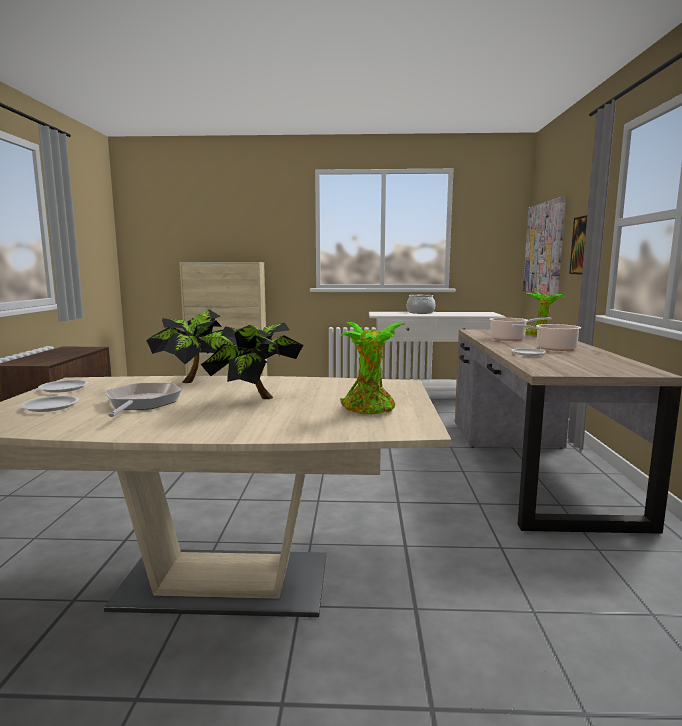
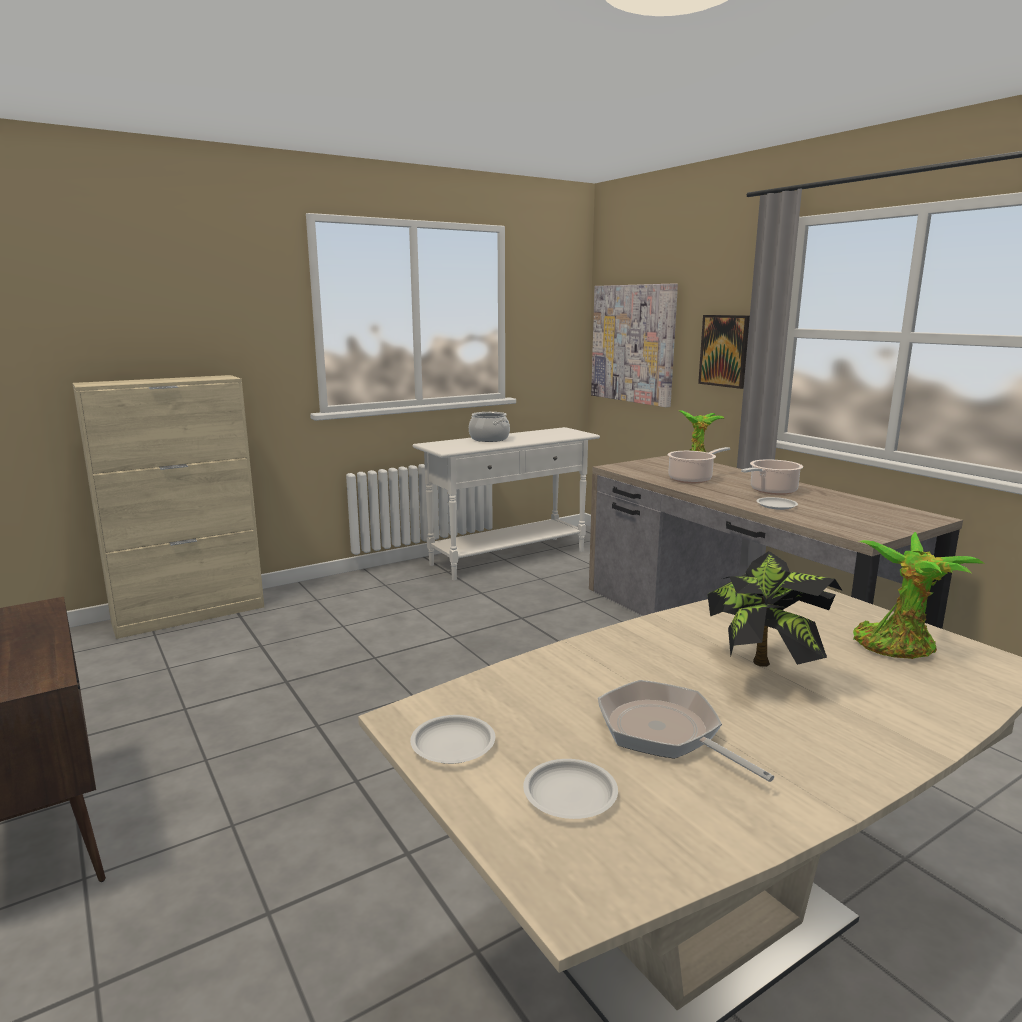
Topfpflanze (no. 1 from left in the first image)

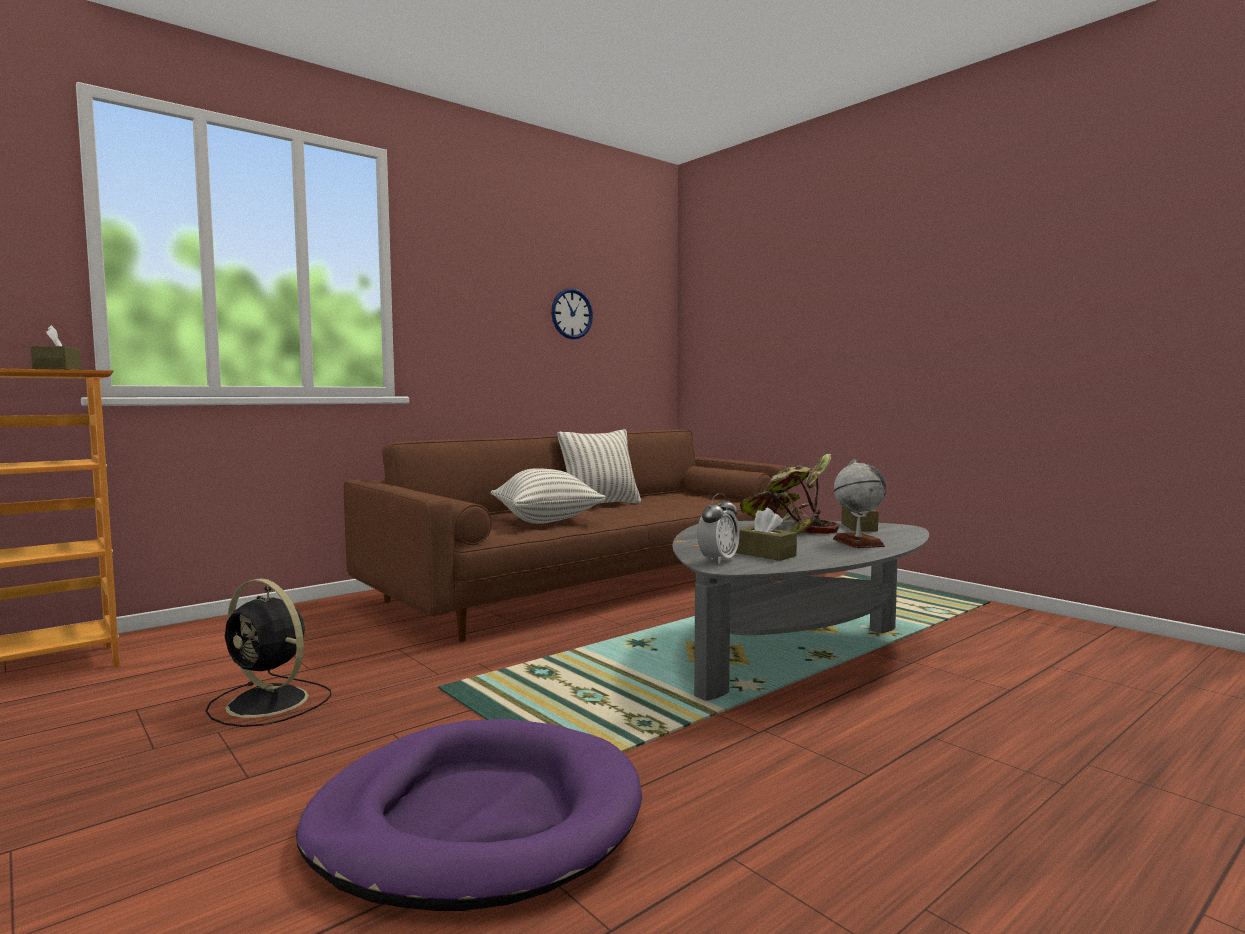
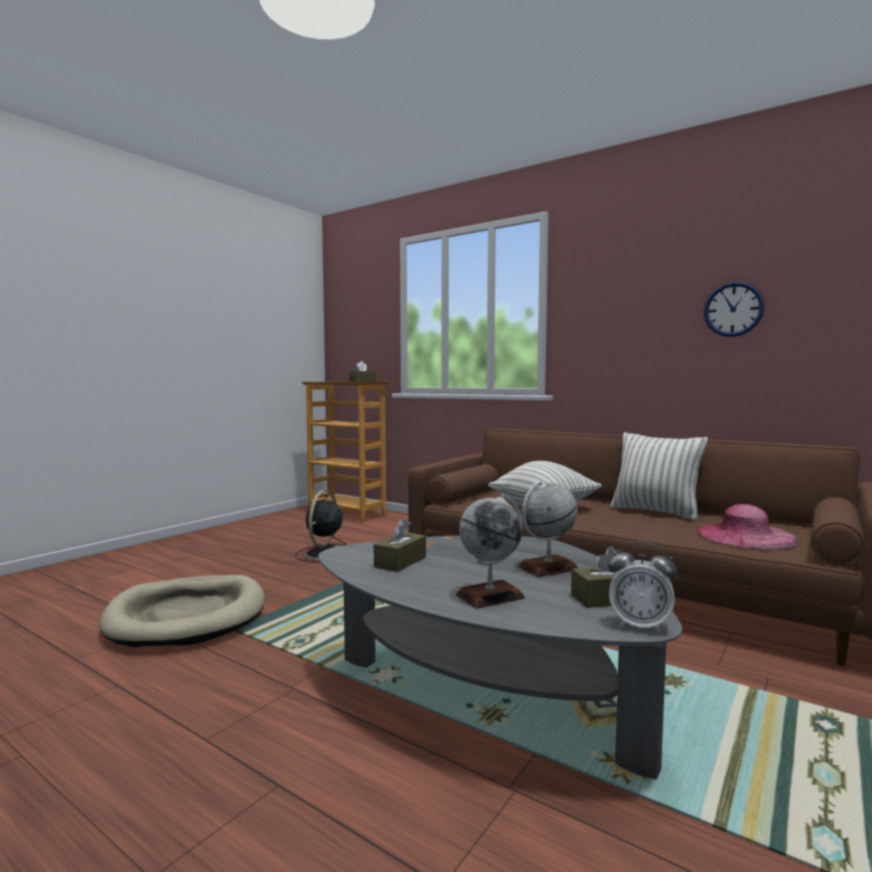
Globus (no. 2 from left)
Wecker
Hundebett [beige]
Hut [rosa]

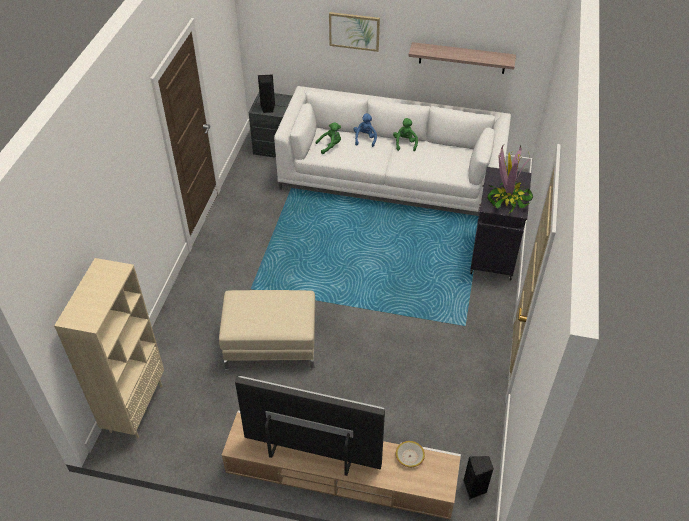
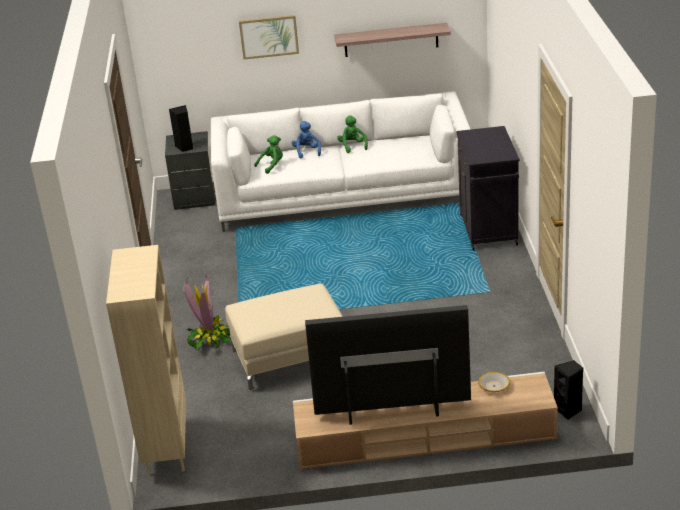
Topfpflanze

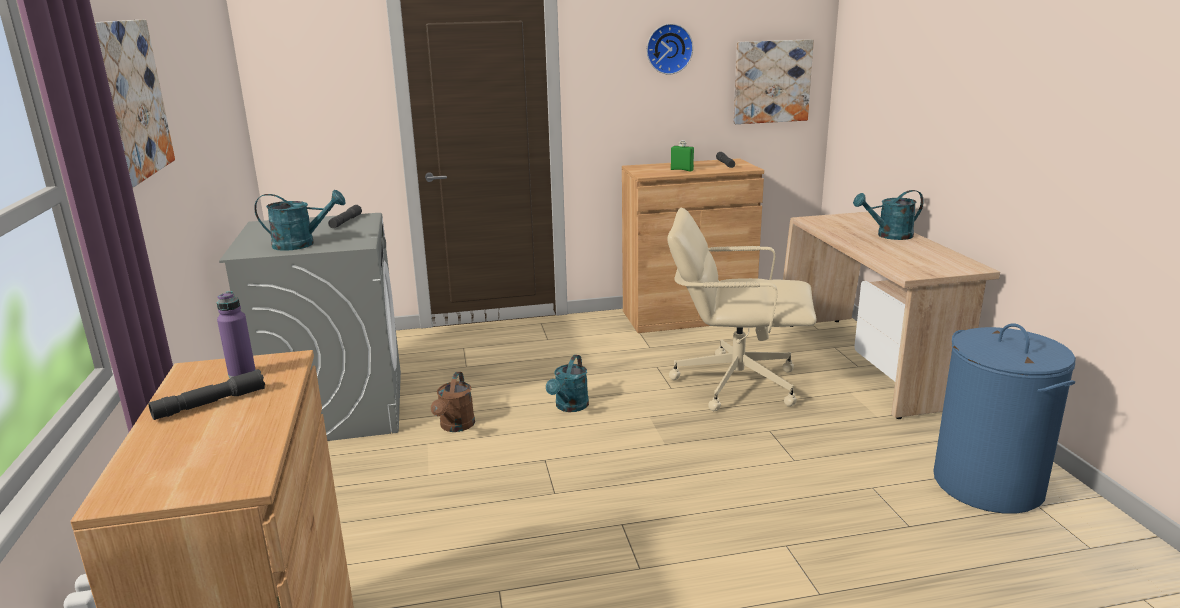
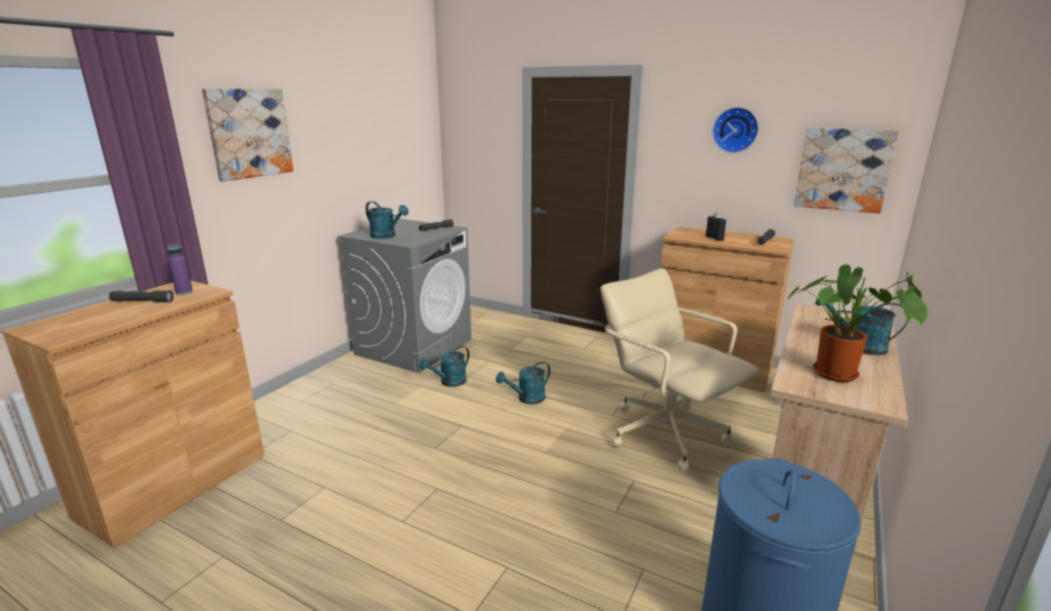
Flasche [schwarz]
Gießkanne [türkis] (no. 2 from left)
Topfpflanze

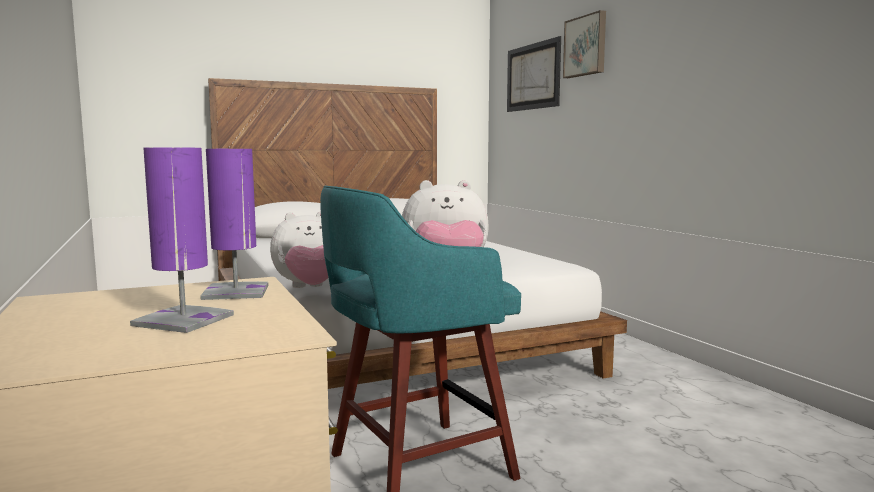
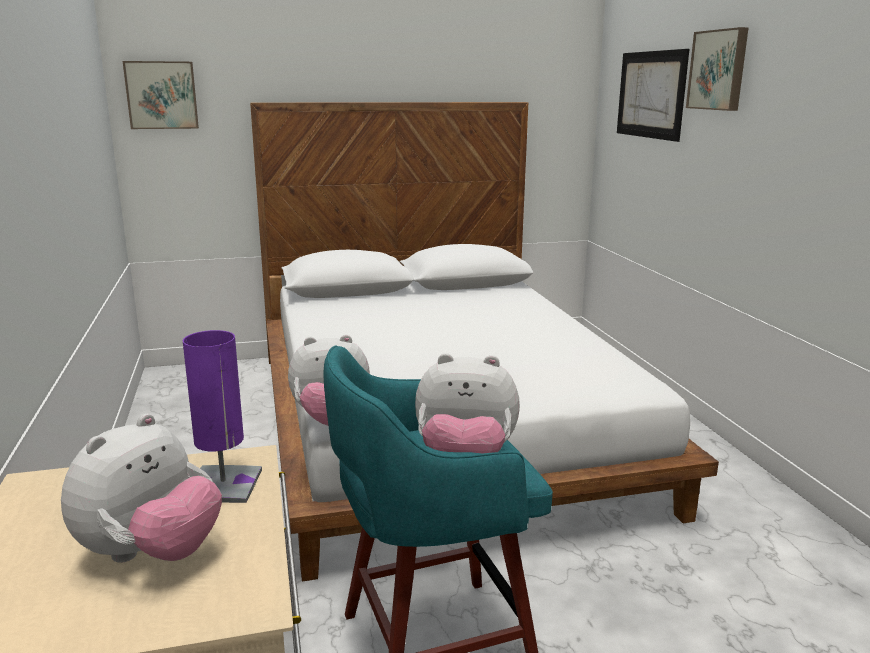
Plüschtier (no. 1 from left)
Bild (no. 1 from left)

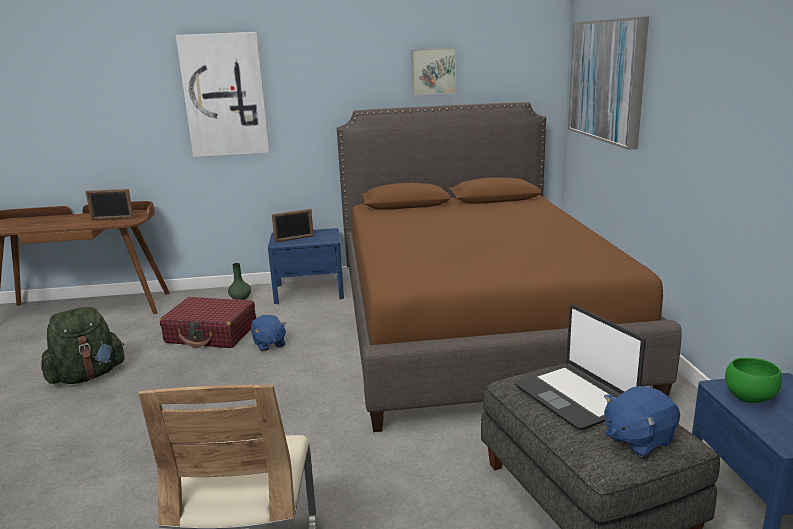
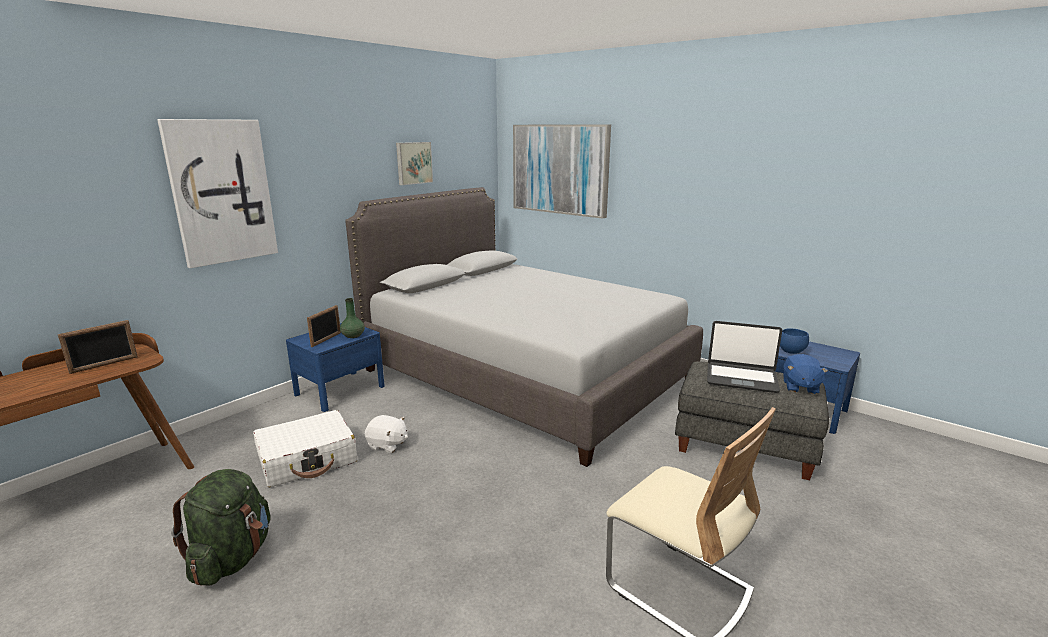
Bett [grau]
Vase [grün]
Koffer [weiß]
Plüschtier [weiß]
Schüssel [blau]

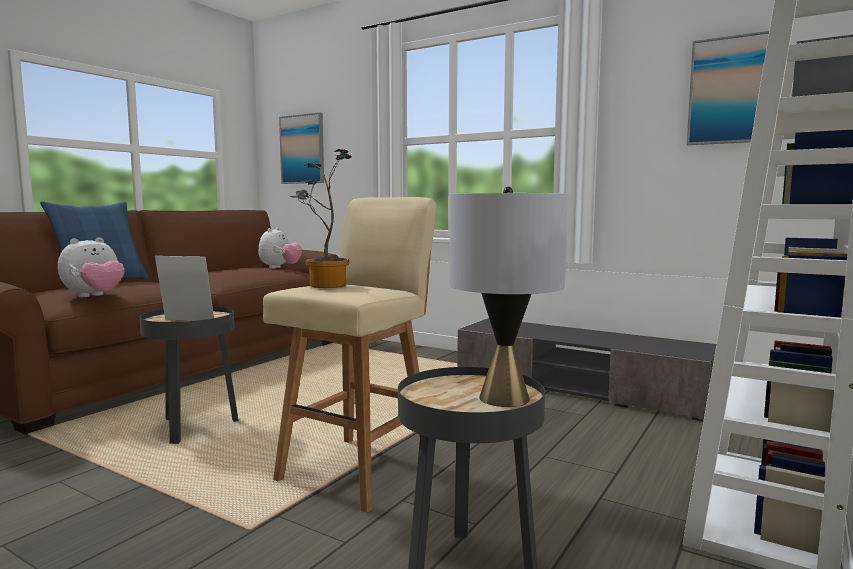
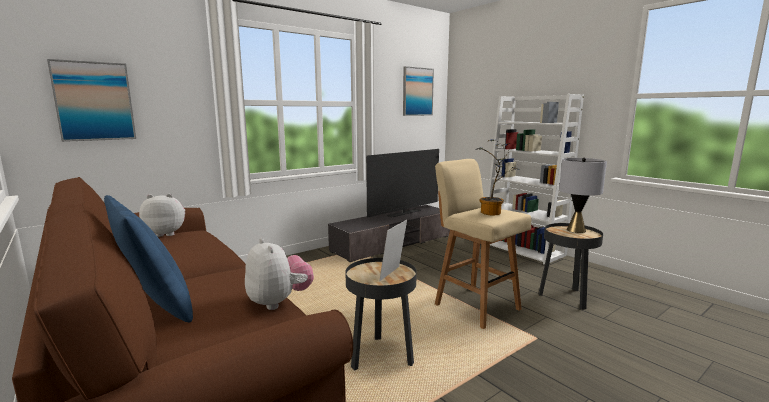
Plüschtier (no. 1 from left)
Fernseher

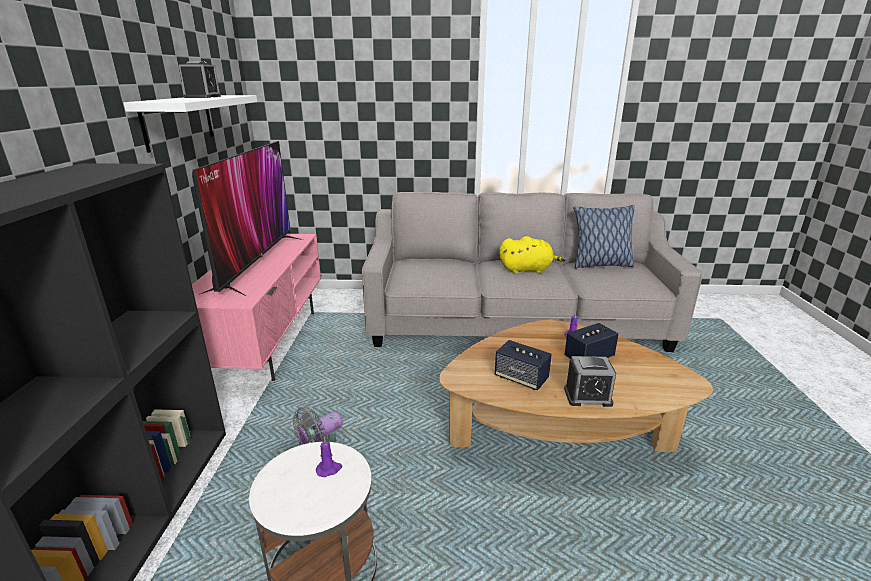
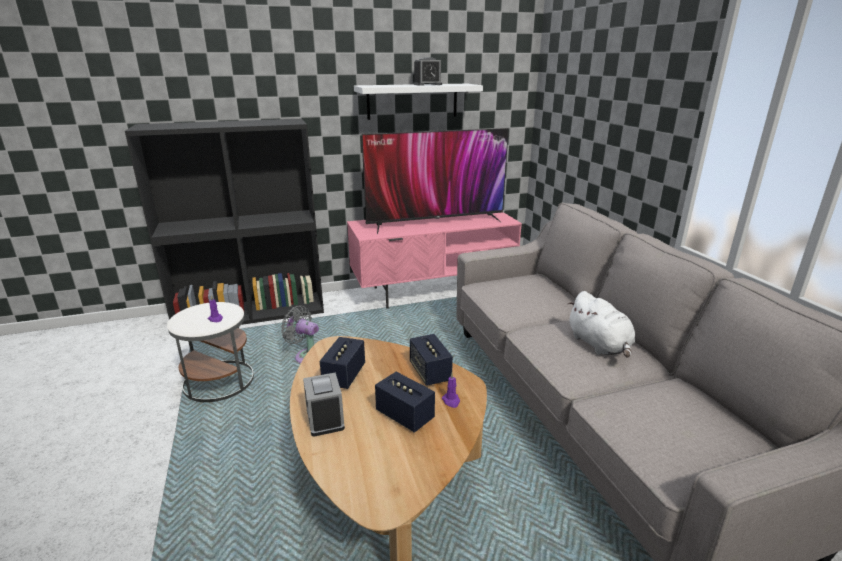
Kissen
Plüschtier [weiß]
Lautsprecher (no. 3 from left)

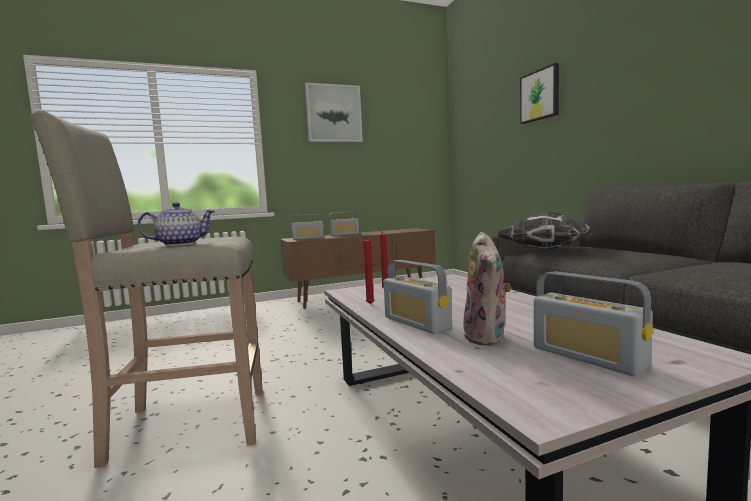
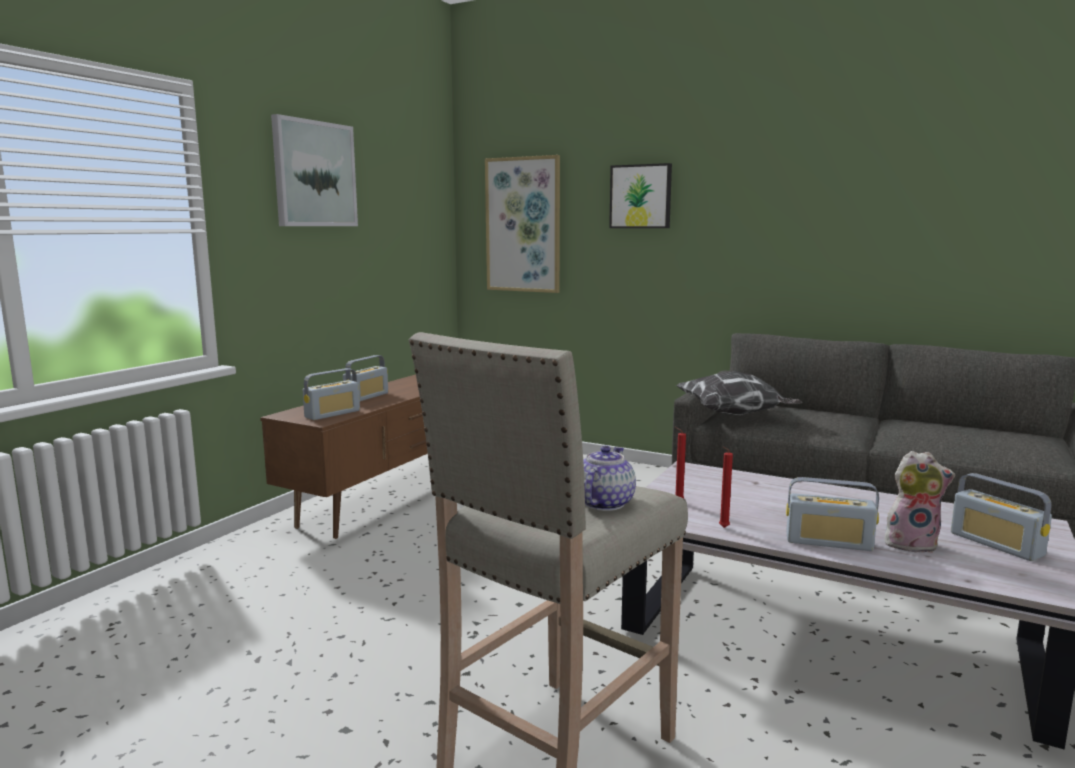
Plüschtier
Radio (no. 4 from left)
Bild (no. 2 from left)

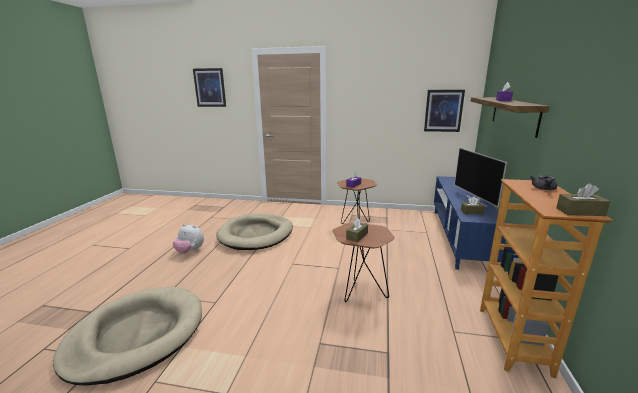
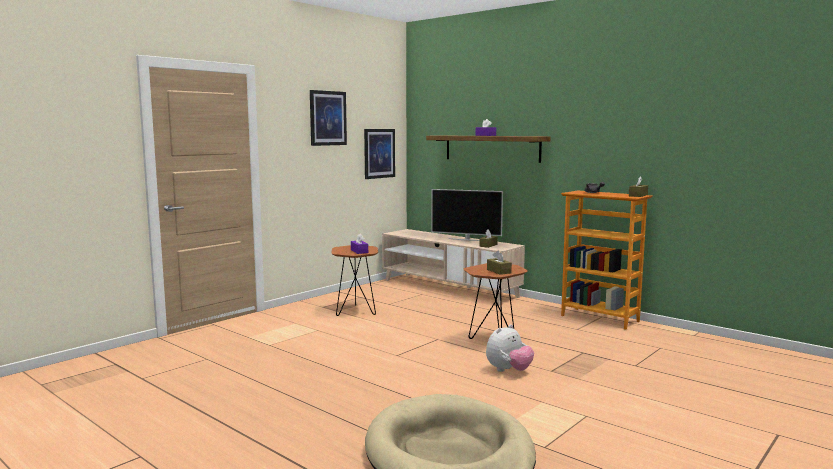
Bild (no. 1 from left)
Fernsehschrank [beige]
Hundebett [beige] (no. 2 from left in the first image)
Plüschtier

